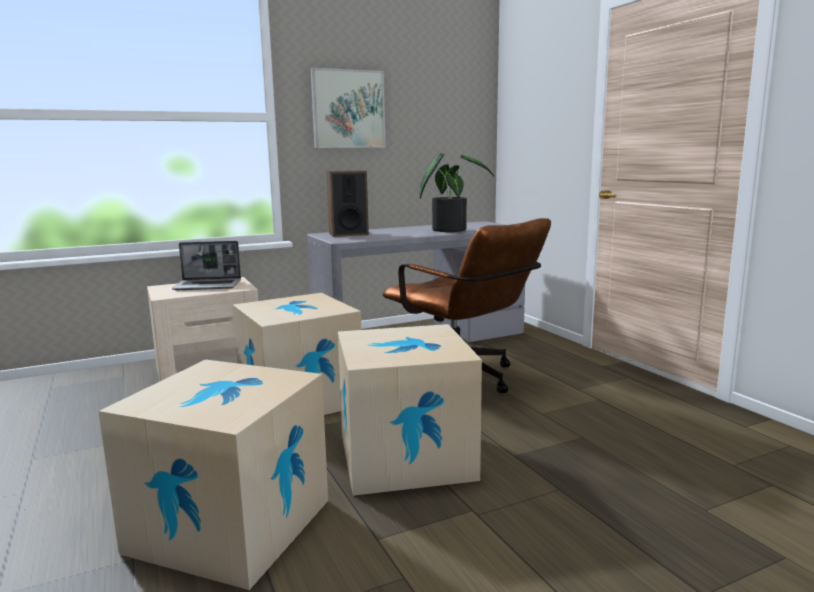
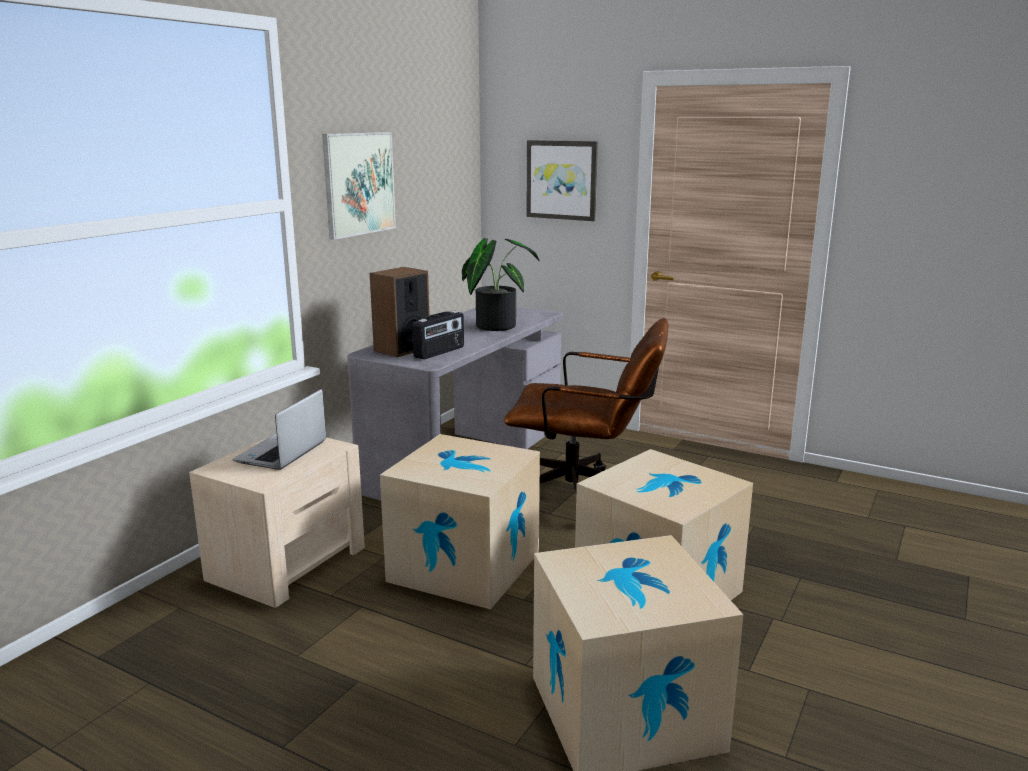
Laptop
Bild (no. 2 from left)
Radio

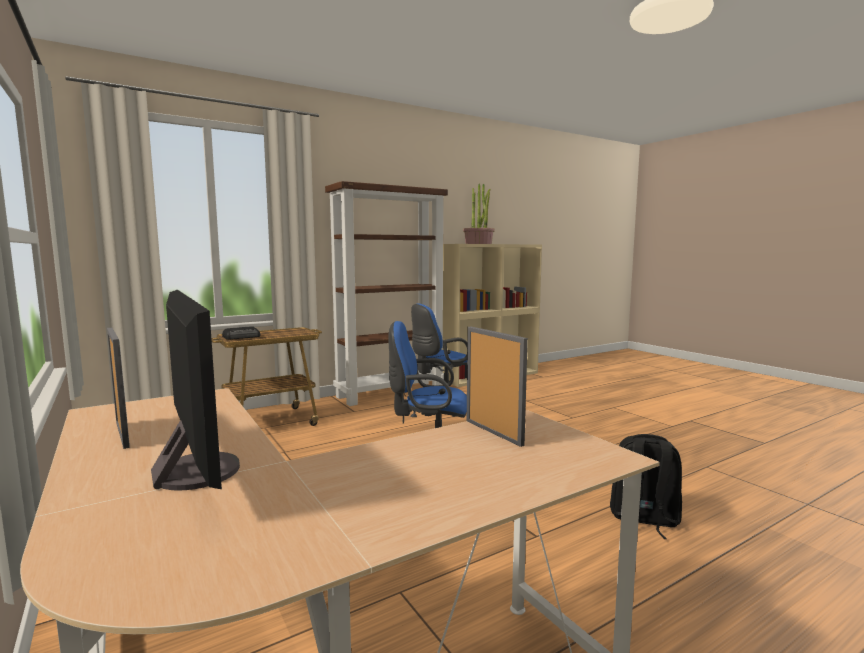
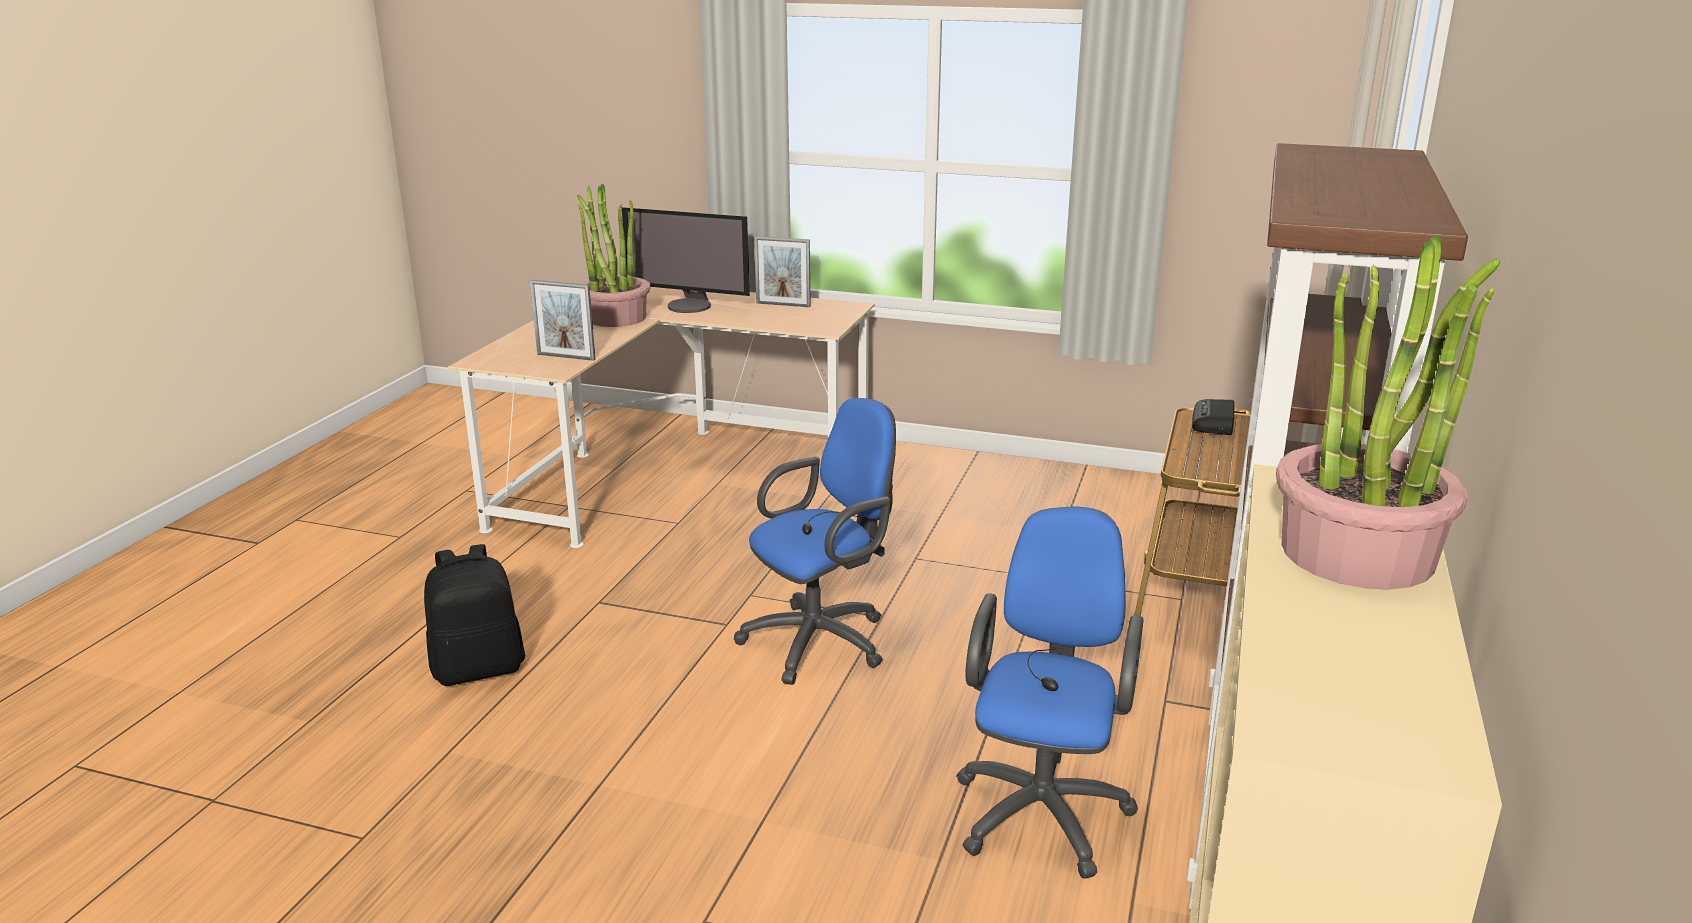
Topfpflanze (no. 1 from left)

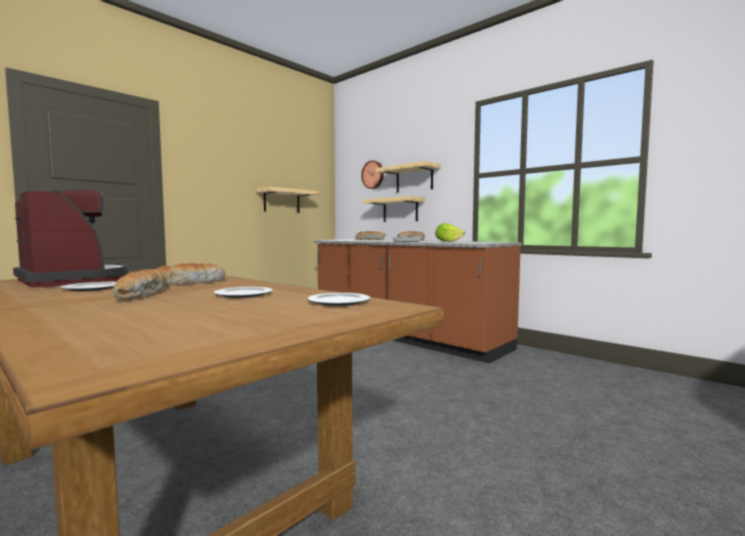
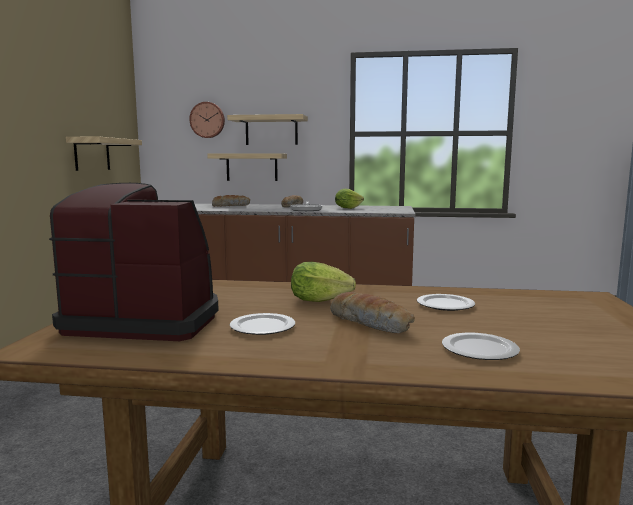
Salatkopf (no. 1 from left)
Teller (no. 3 from left)

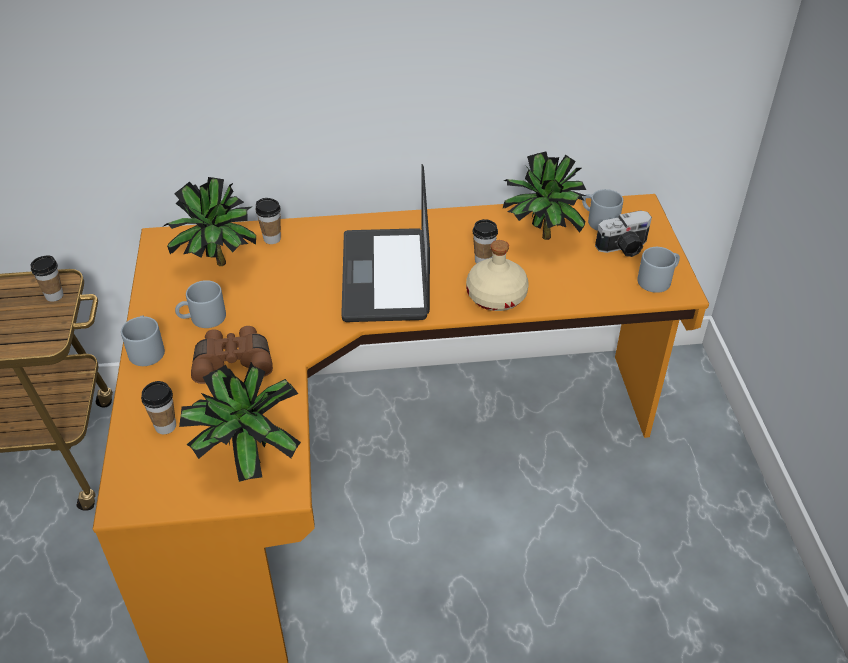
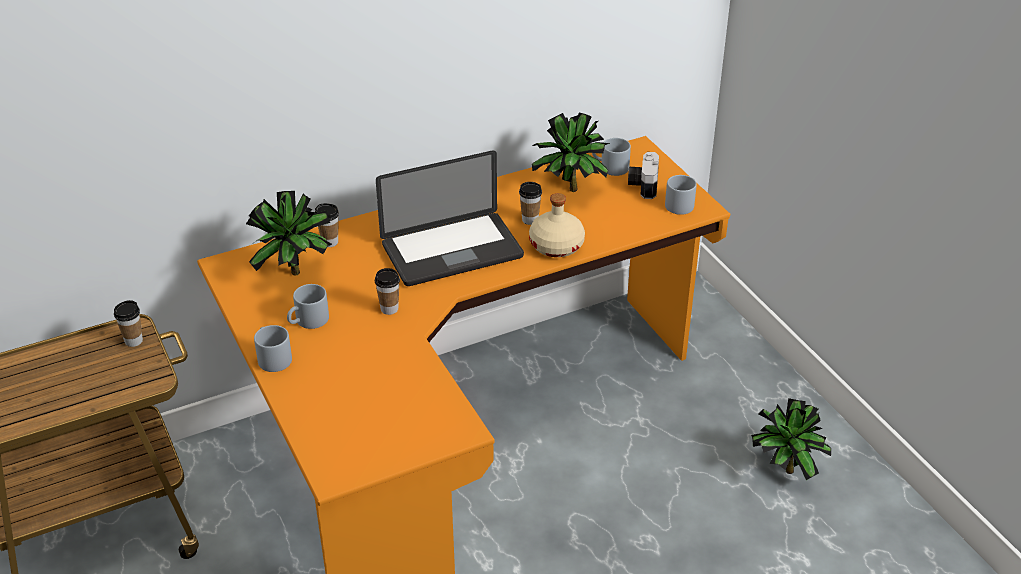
Laptop
Kamera
Fernglas [braun]
Topfpflanze (no. 3 from left)
Tasse (no. 3 from left)

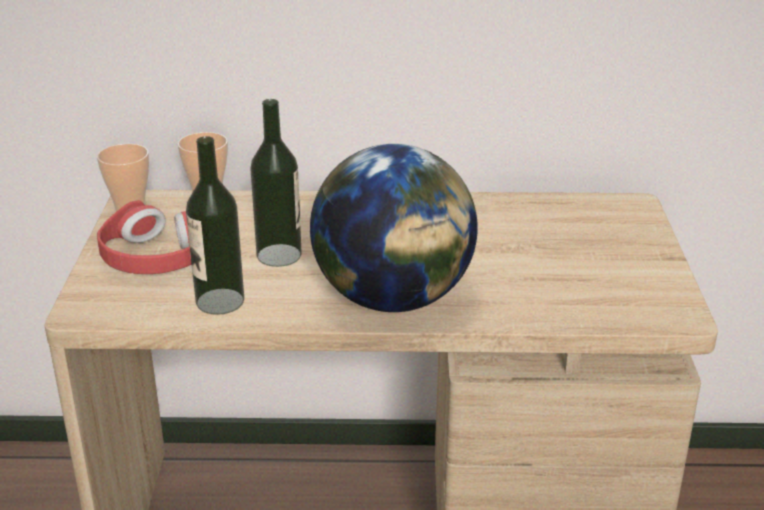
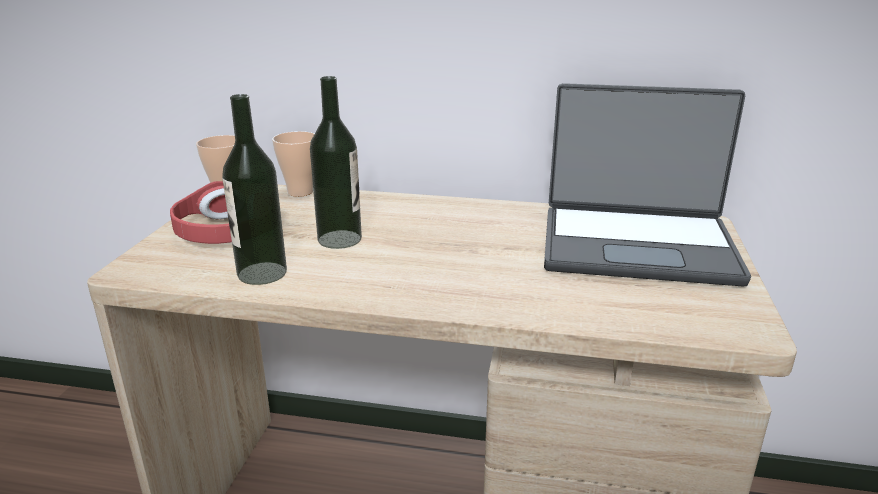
Globus
Laptop

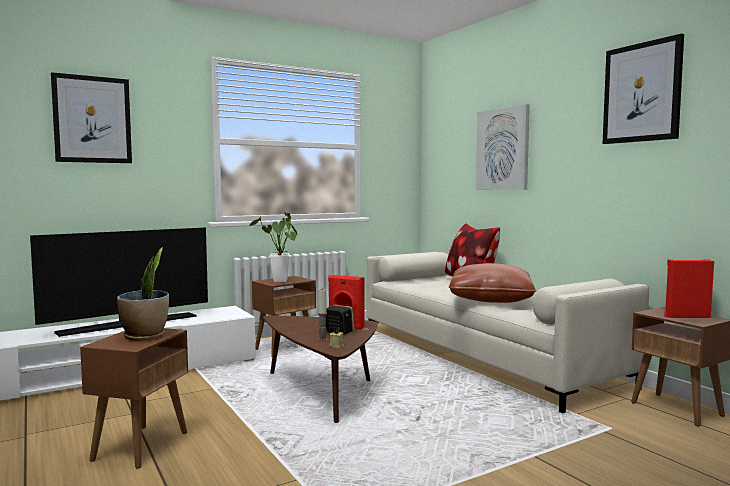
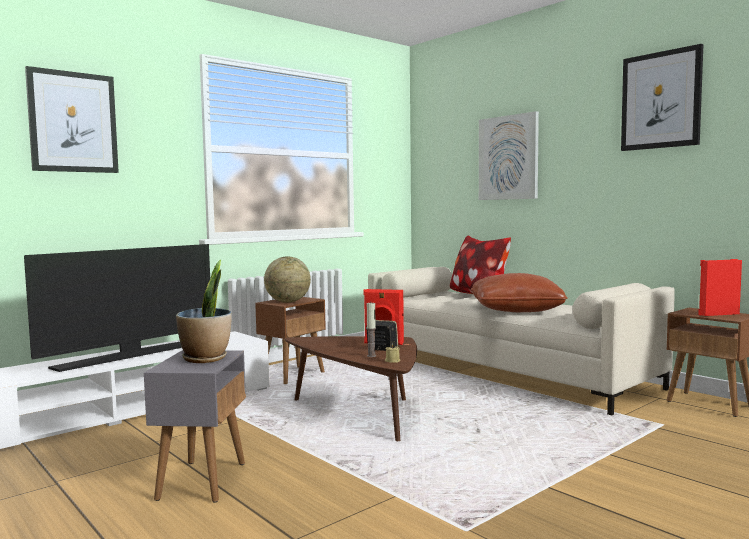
Globus
Beistelltisch [grau]

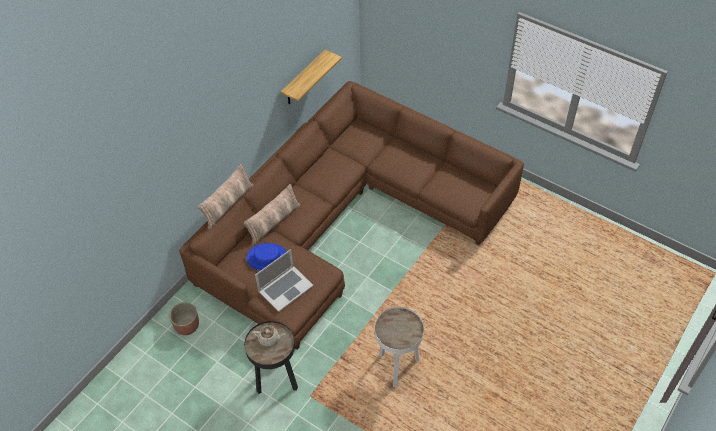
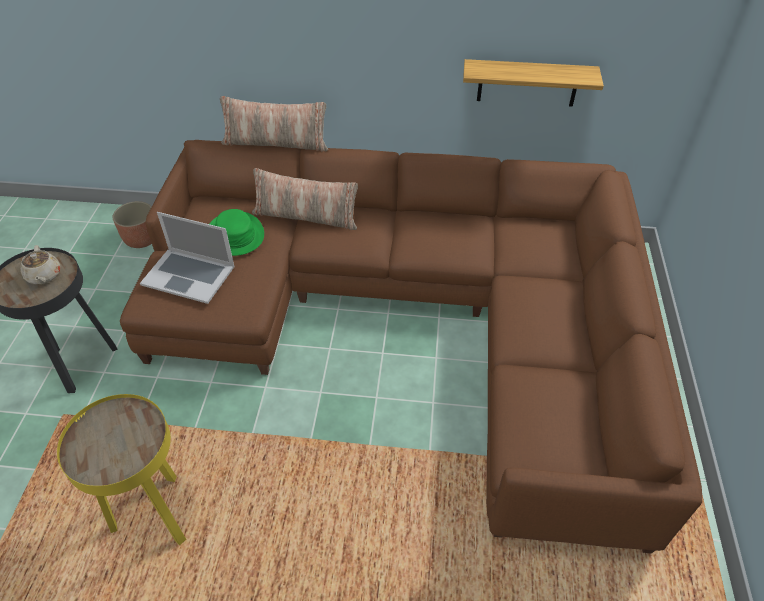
Hut [grün]
Beistelltisch [gelb]

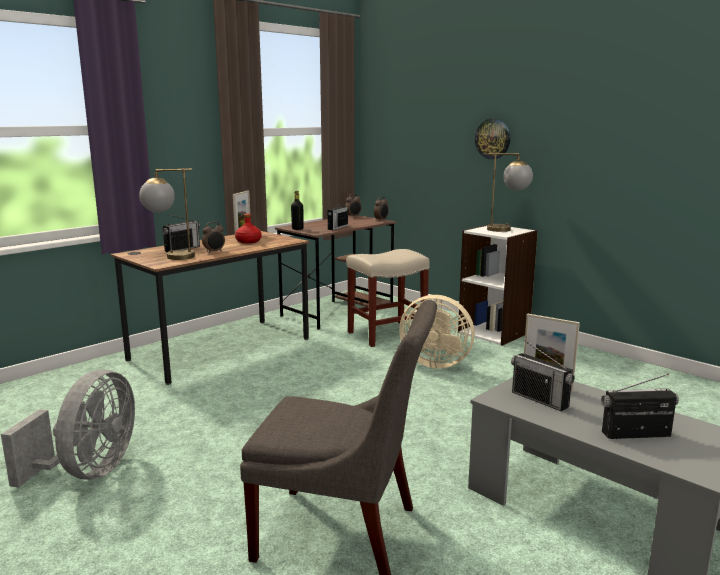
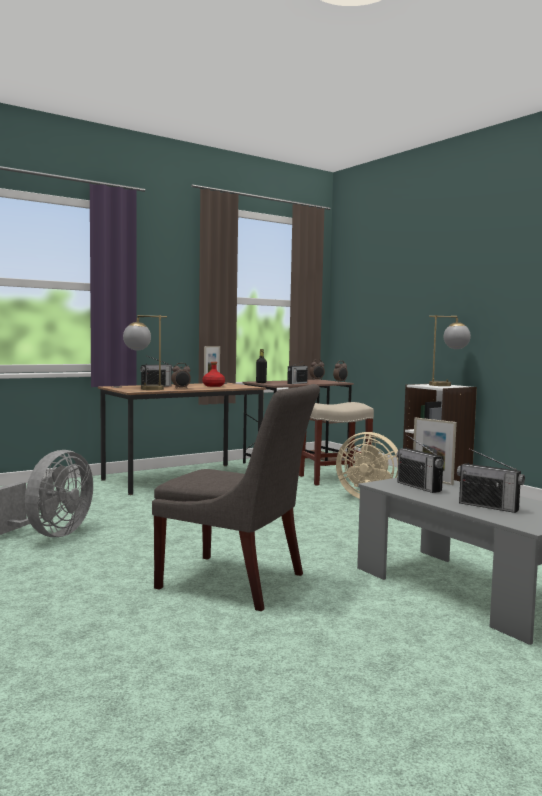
Wanduhr
Radio (no. 4 from left)

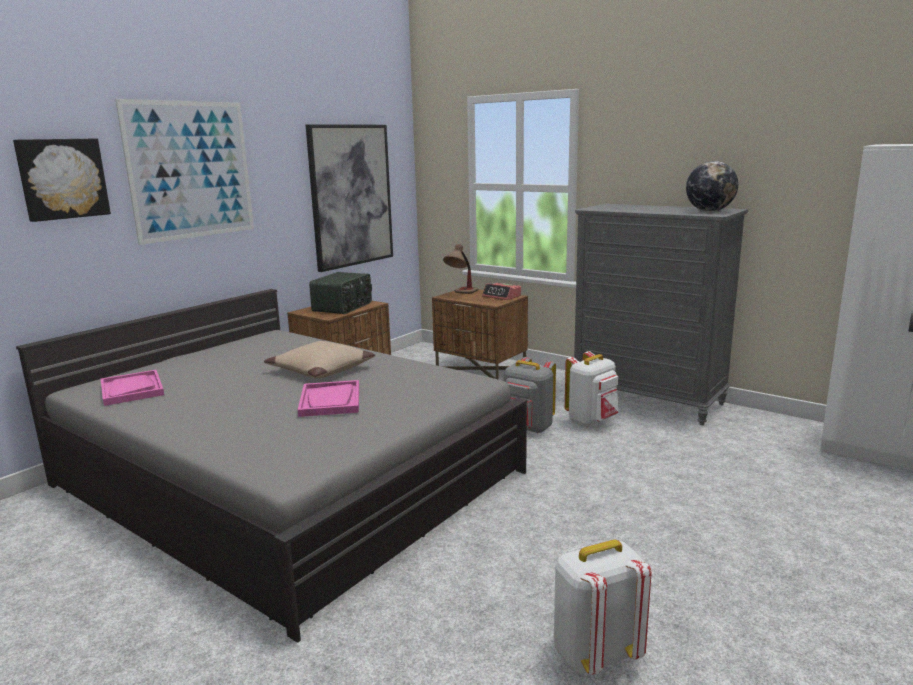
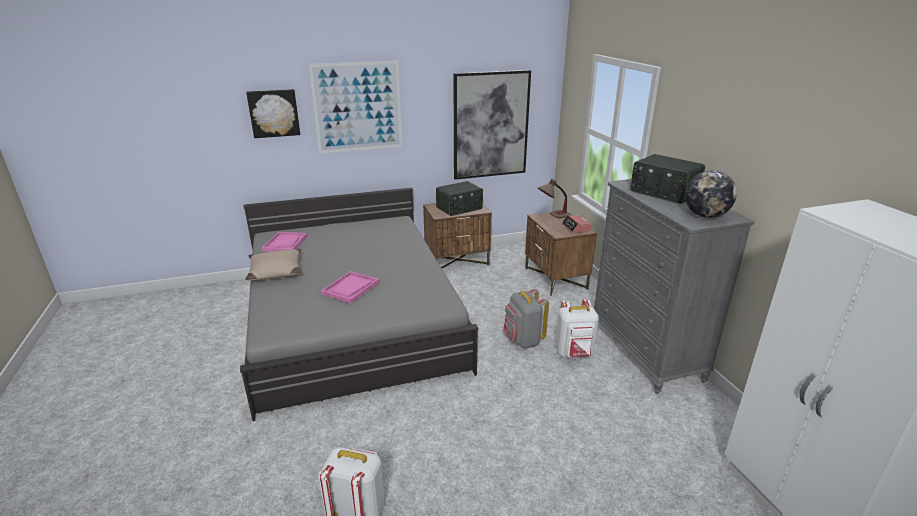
Kissen [beige]
Radio (no. 2 from left)

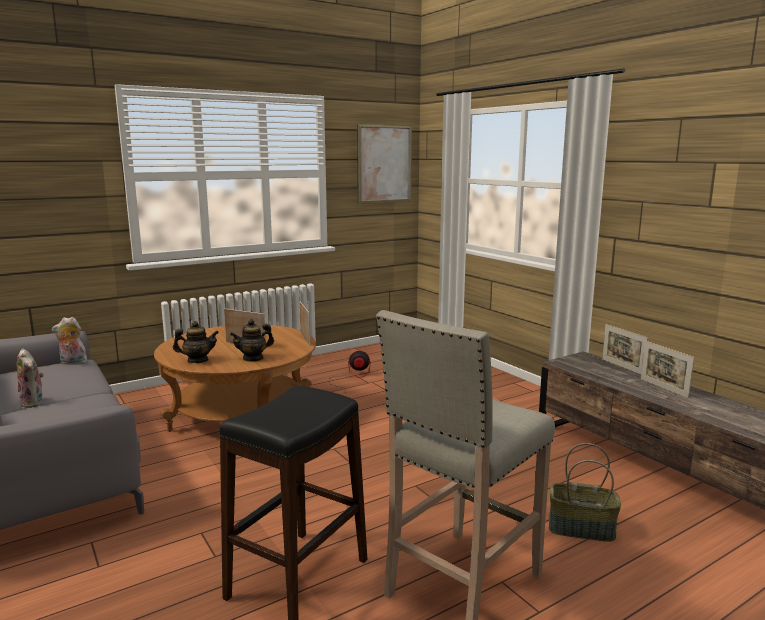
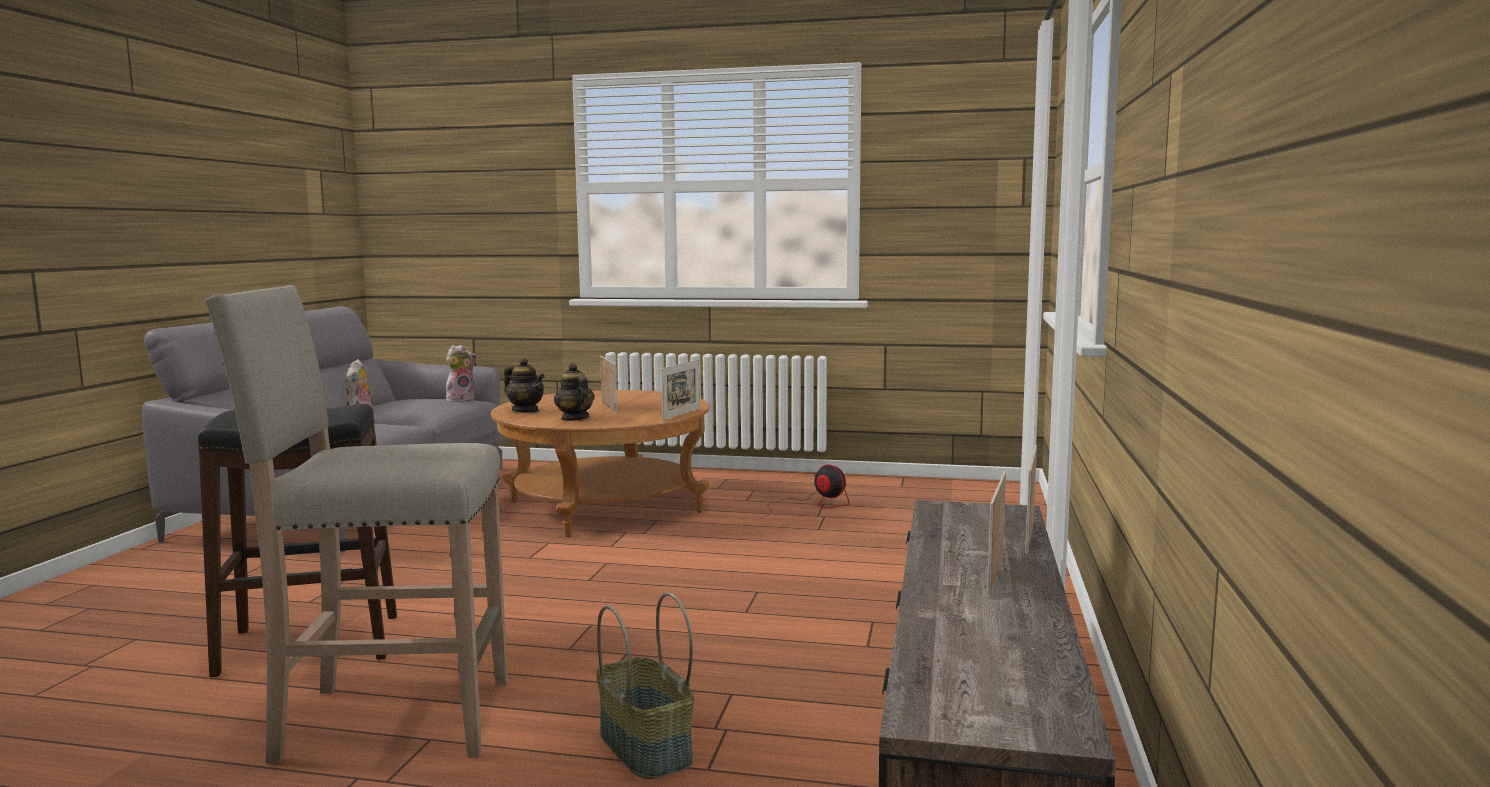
Bild
Plüschtier (no. 2 from left)
Teekanne (no. 2 from left)

